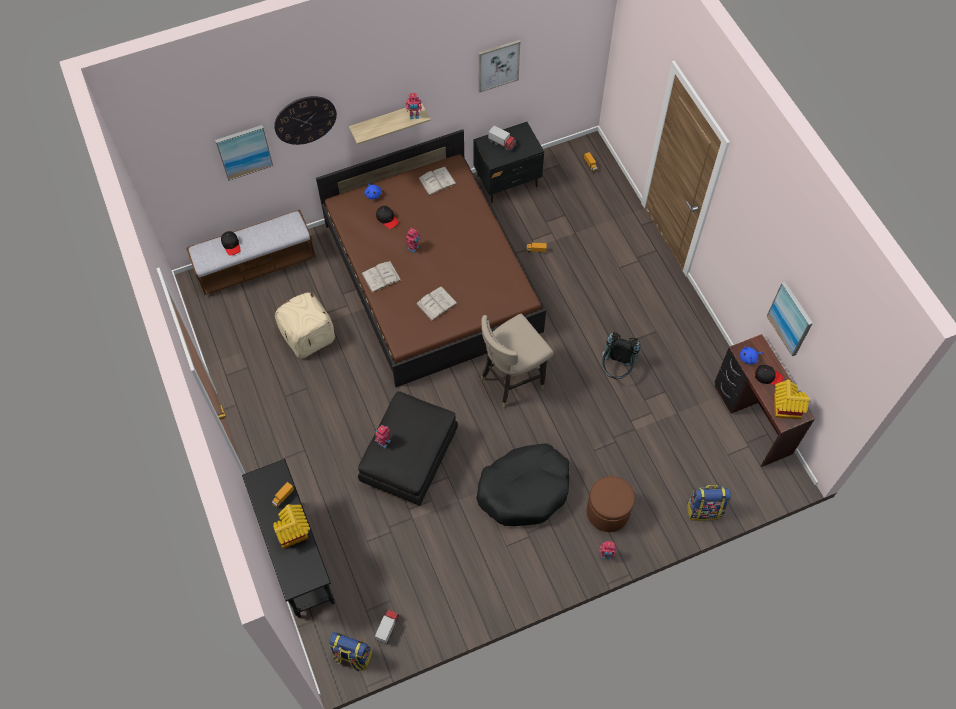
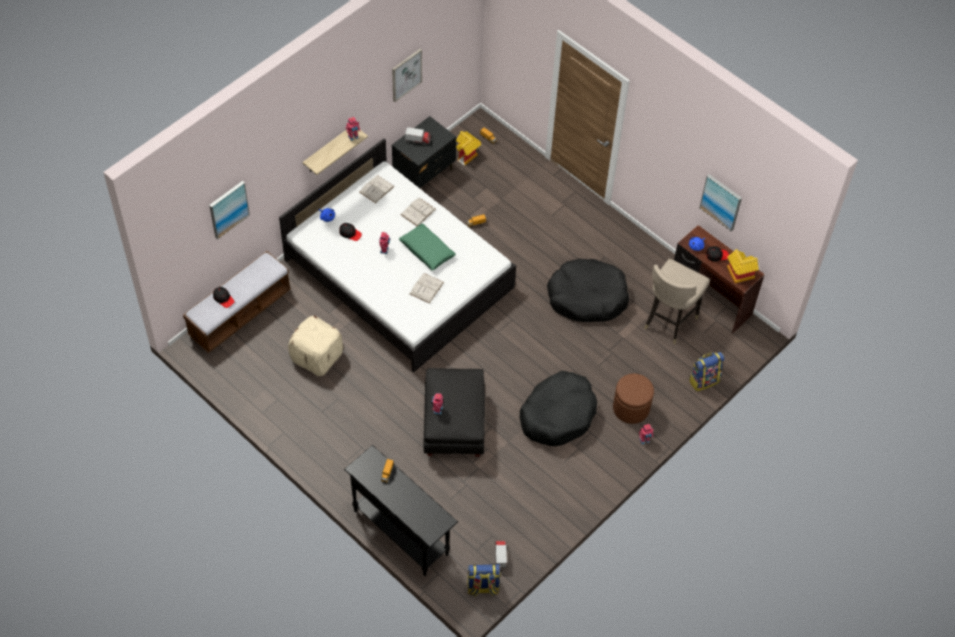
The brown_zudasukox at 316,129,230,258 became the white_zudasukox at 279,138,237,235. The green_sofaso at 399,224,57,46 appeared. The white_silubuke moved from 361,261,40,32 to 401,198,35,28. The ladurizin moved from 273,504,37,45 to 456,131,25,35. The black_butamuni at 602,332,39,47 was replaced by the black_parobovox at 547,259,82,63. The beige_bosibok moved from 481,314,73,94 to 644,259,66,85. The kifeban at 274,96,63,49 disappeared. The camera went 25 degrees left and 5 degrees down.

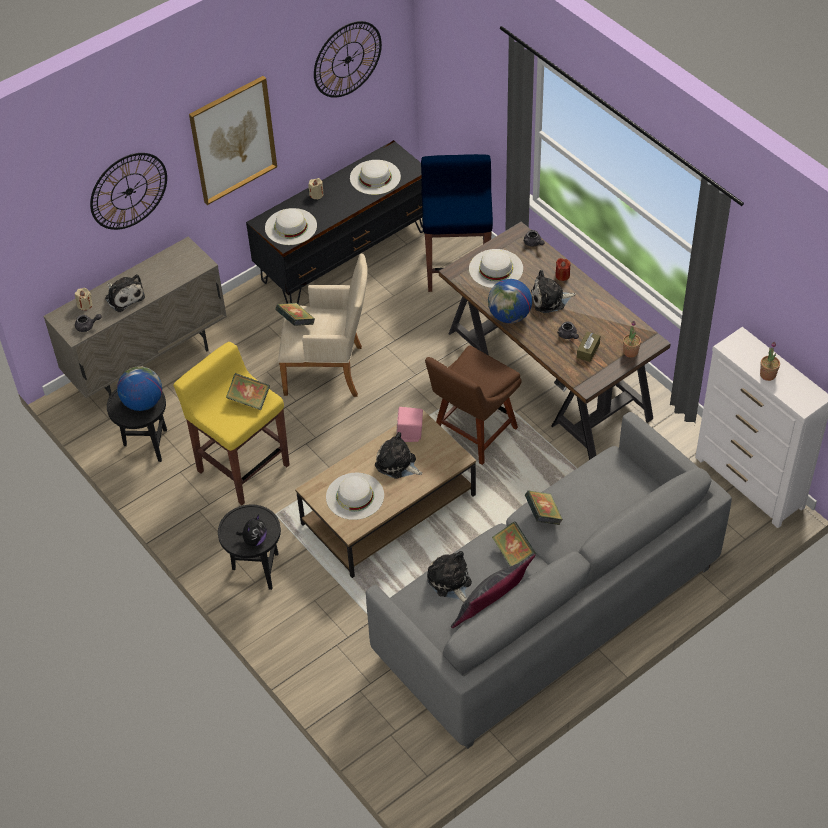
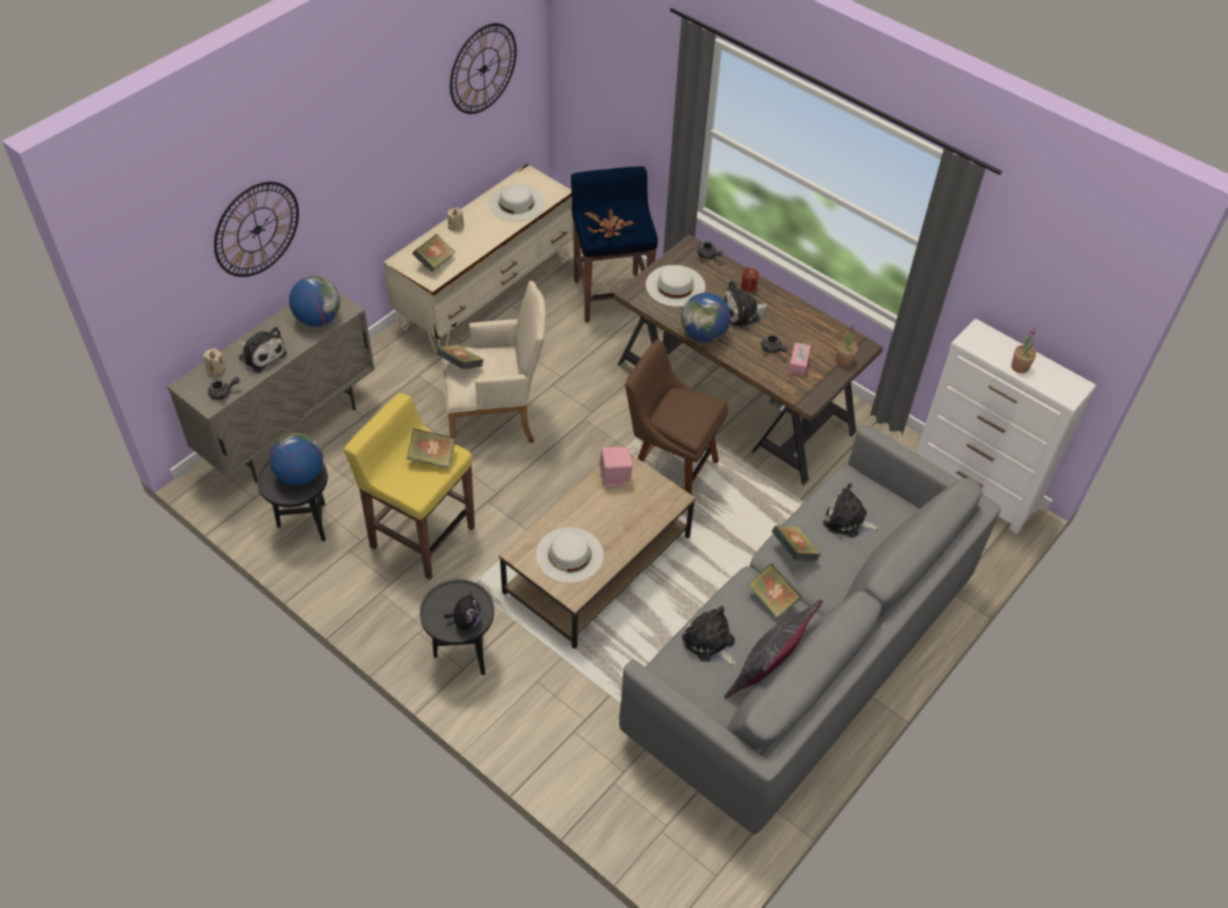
The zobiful at 289,276,51,51 appeared. The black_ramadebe at 246,140,178,164 became the beige_ramadebe at 383,164,191,188. The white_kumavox at 265,208,52,37 was replaced by the silubuke at 412,234,43,39. The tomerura at 585,209,49,29 appeared. The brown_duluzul at 425,345,97,120 turned 90 degrees clockwise. The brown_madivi at 577,332,23,30 became the pink_madivi at 789,343,22,32. The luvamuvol moved from 375,432,48,47 to 823,483,57,55. The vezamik at 189,76,88,129 disappeared. The camera went 15 degrees left and 0 degrees up.

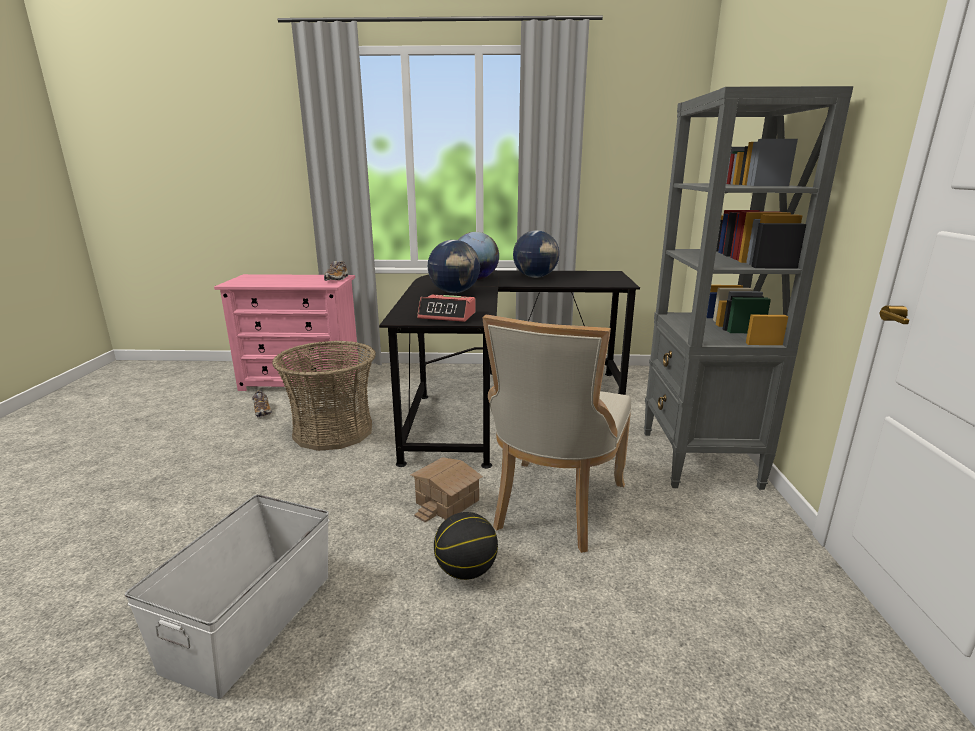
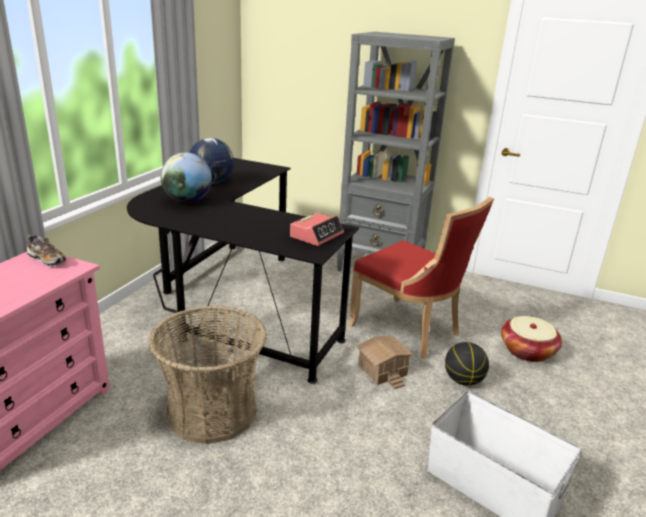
The beige_duluzul at 483,315,148,238 became the red_duluzul at 348,197,146,162. The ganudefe at 501,316,61,46 appeared. The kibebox at 252,390,20,28 disappeared. The zobiful at 428,240,52,53 disappeared. The camera went 70 degrees left and 5 degrees up.

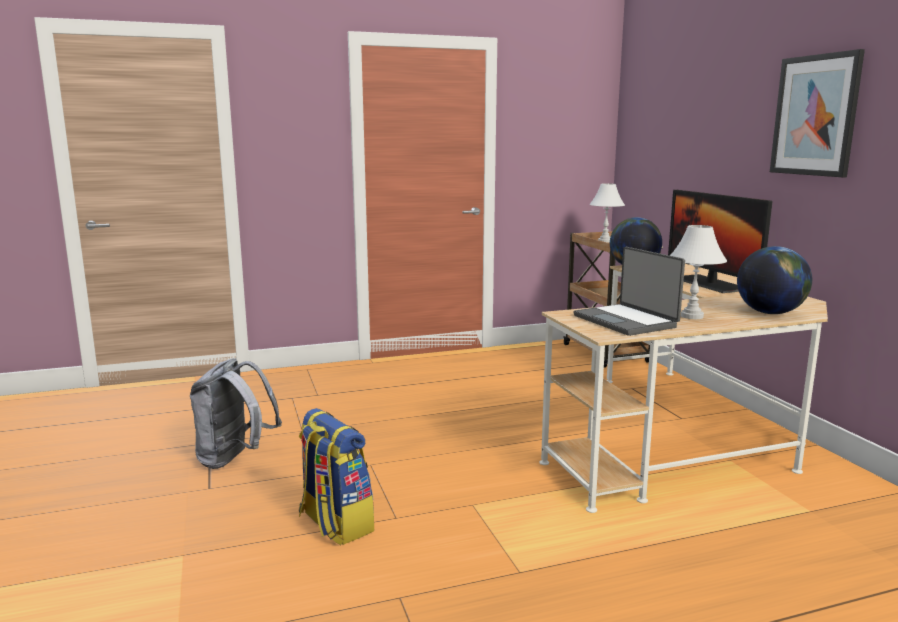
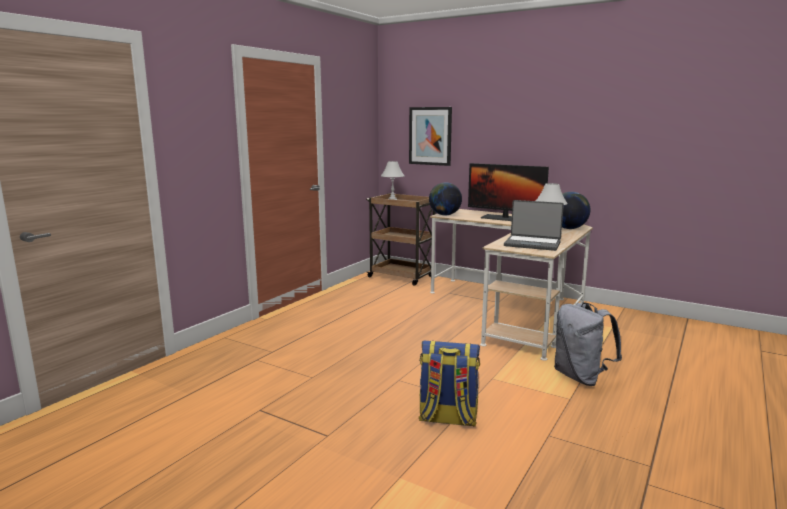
The vezamik moved from 770,49,95,128 to 409,107,43,59. The grey_butamuni moved from 190,358,92,111 to 554,303,68,83. The camera went 40 degrees left and 0 degrees up.

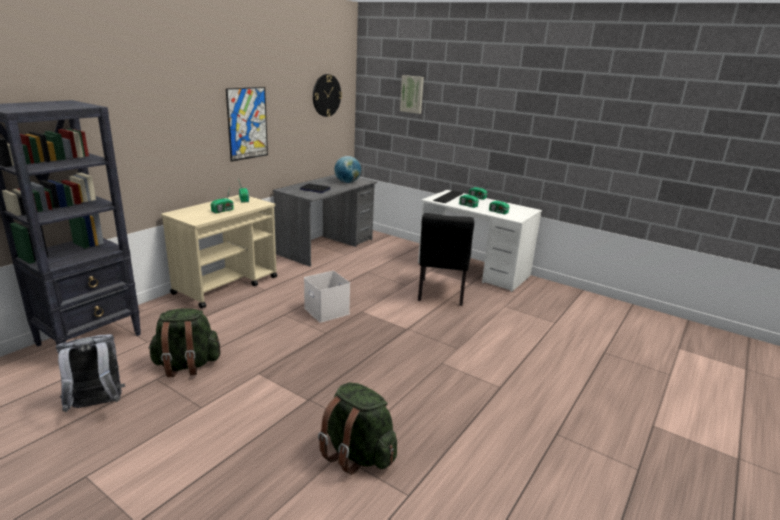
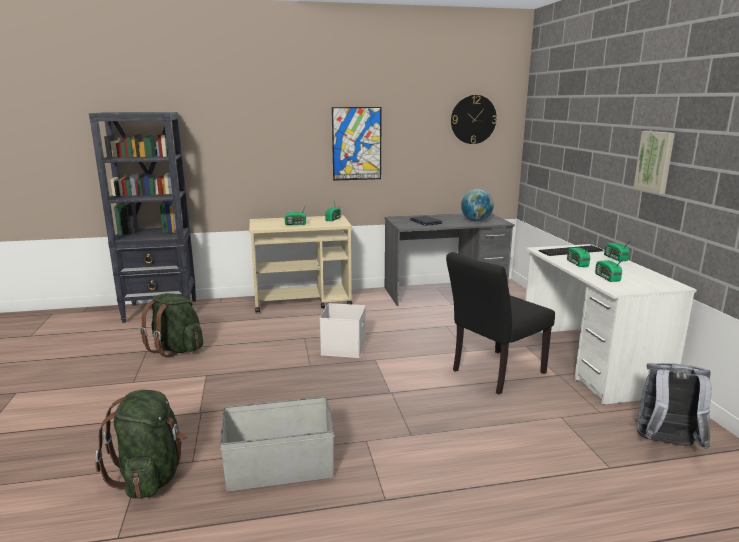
The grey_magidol at 220,396,115,96 appeared. The vezamik moved from 400,75,24,39 to 633,131,42,63. The grey_butamuni moved from 56,334,69,78 to 635,363,76,86. The camera went 45 degrees right and 5 degrees down.

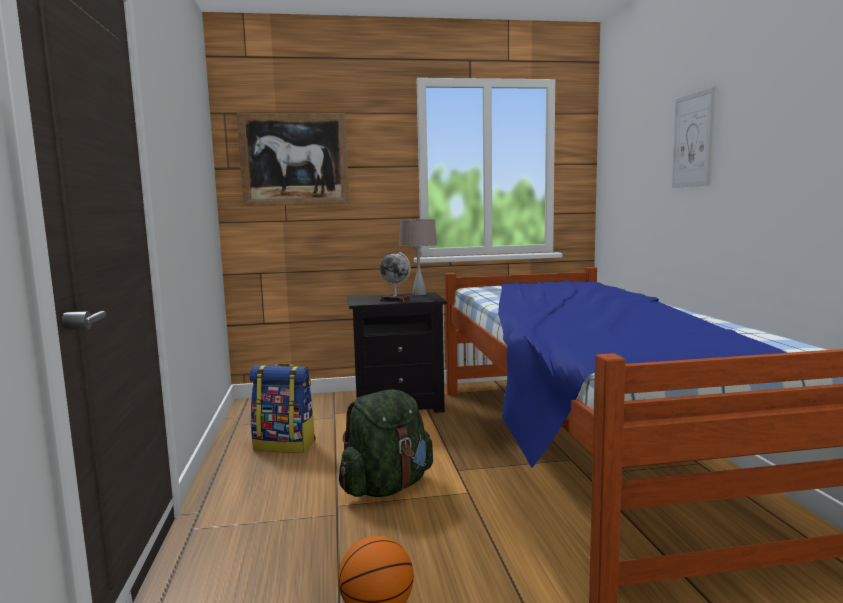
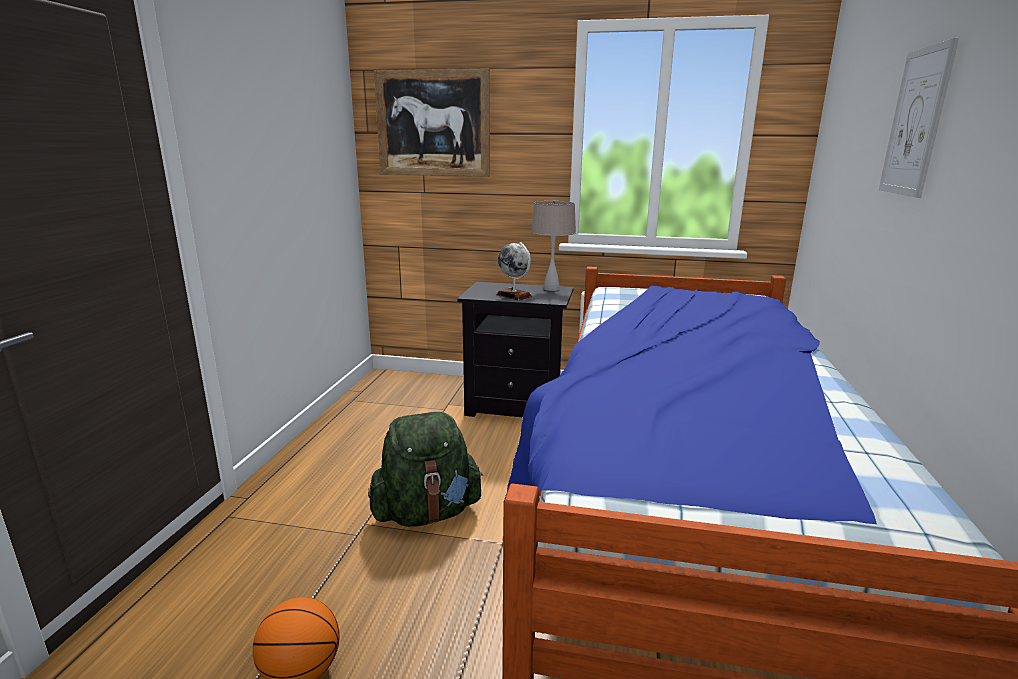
The butamuni at 249,363,67,90 disappeared. The camera went 20 degrees right and 10 degrees up.

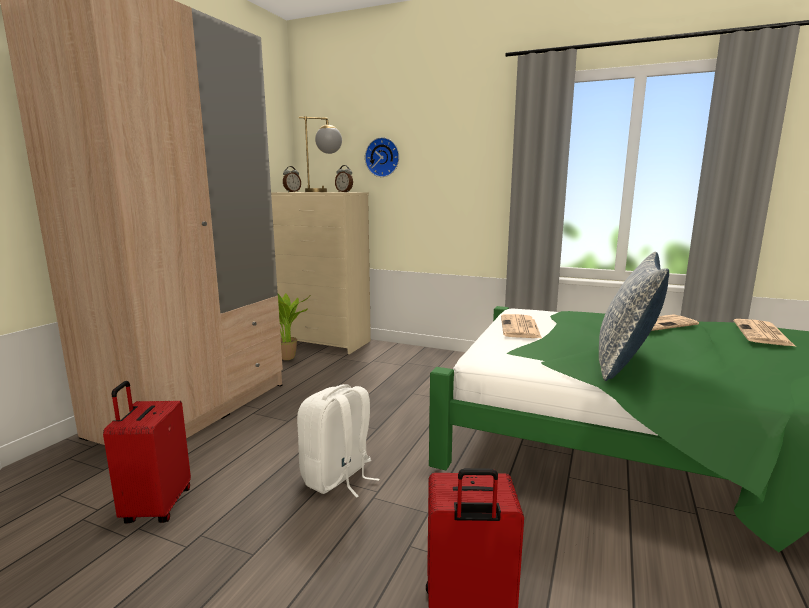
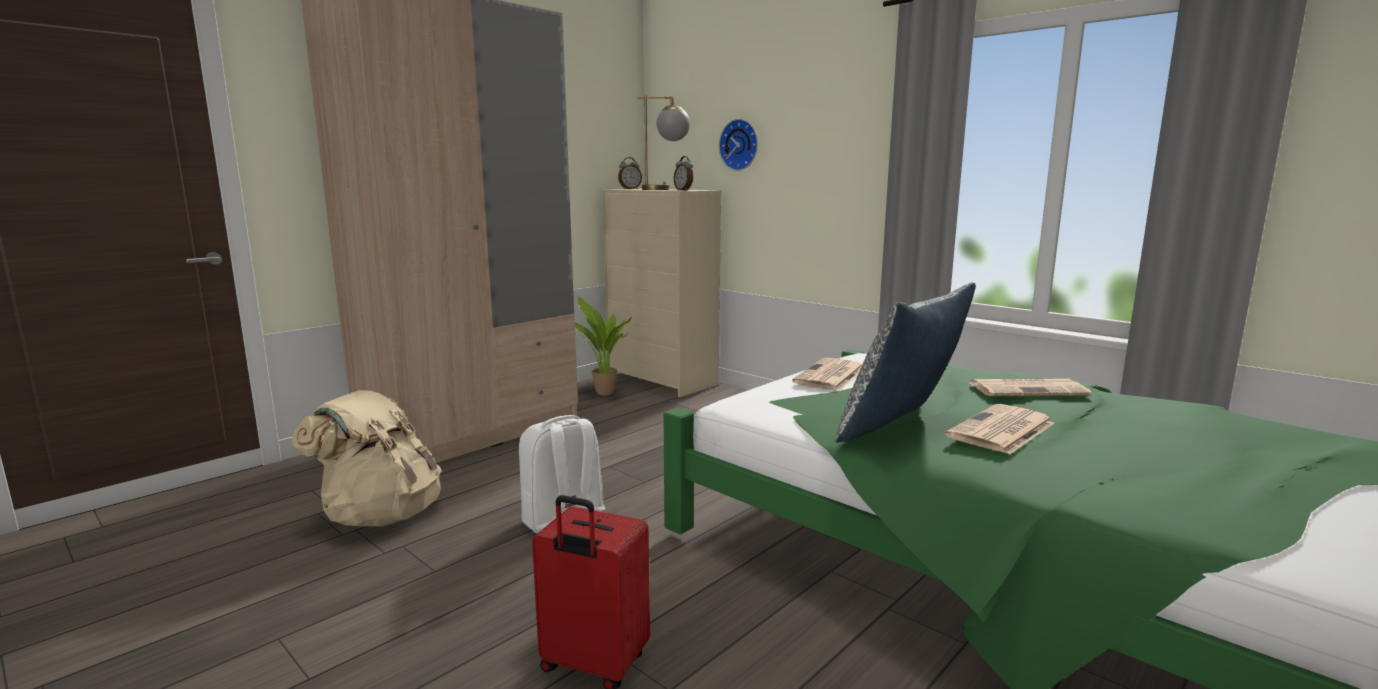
The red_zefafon at 103,381,88,142 was replaced by the beige_butamuni at 292,390,149,136. The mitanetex moved from 734,319,62,28 to 945,404,109,51. The camera went 20 degrees right and 0 degrees up.

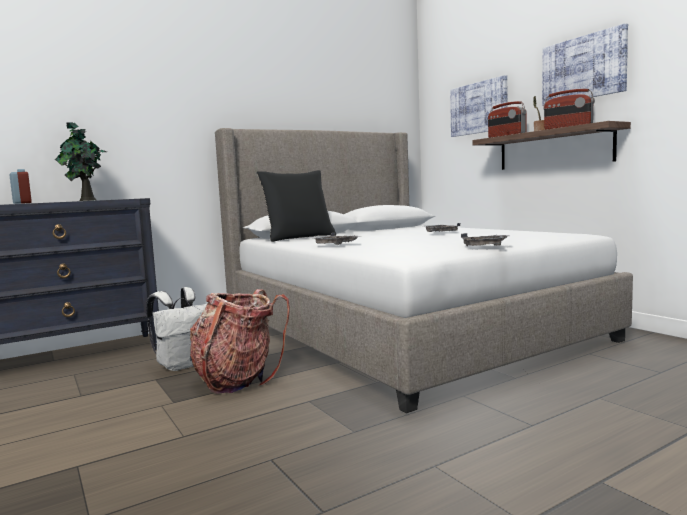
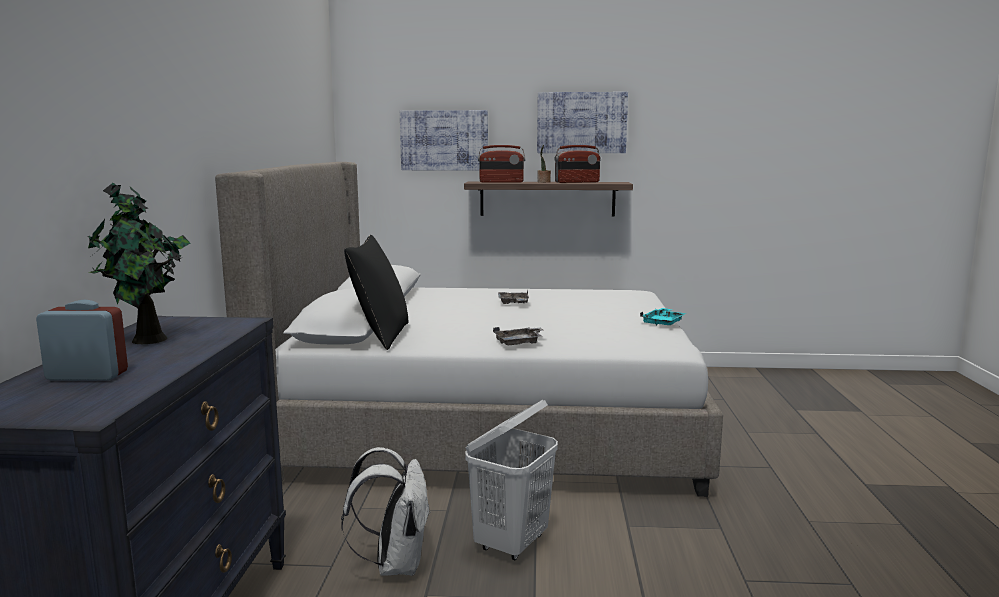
The butamuni at 190,289,100,105 was replaced by the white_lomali at 465,400,93,160. The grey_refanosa at 461,233,49,13 became the turquoise_refanosa at 640,308,47,18. The camera went 55 degrees left and 5 degrees up.

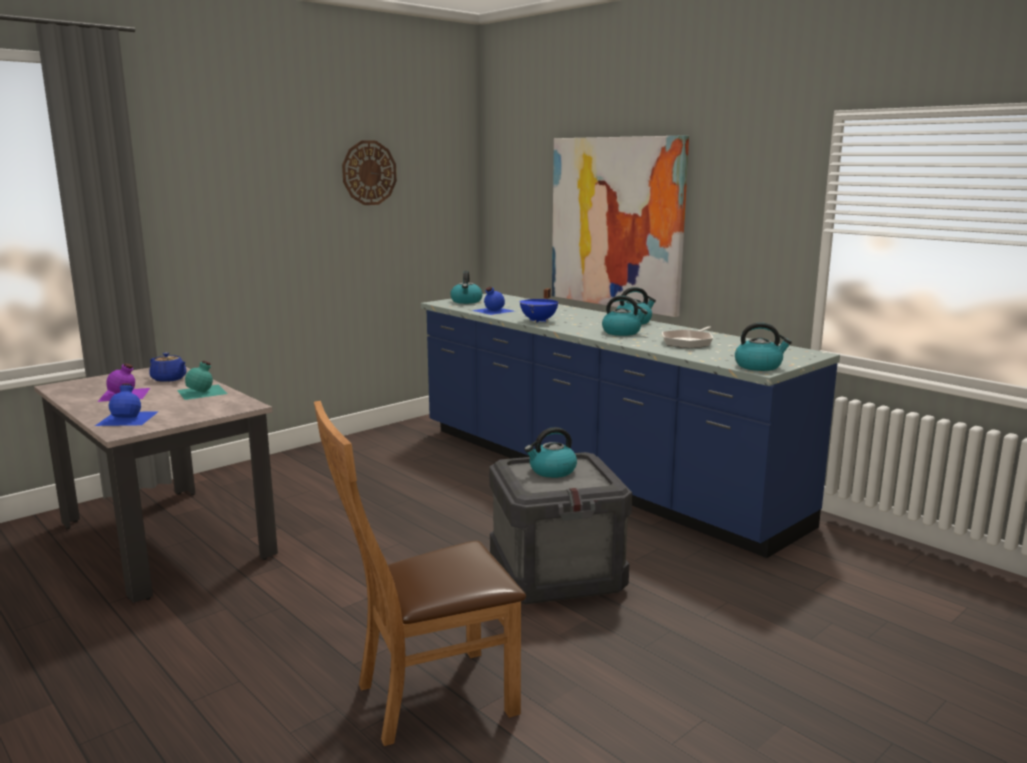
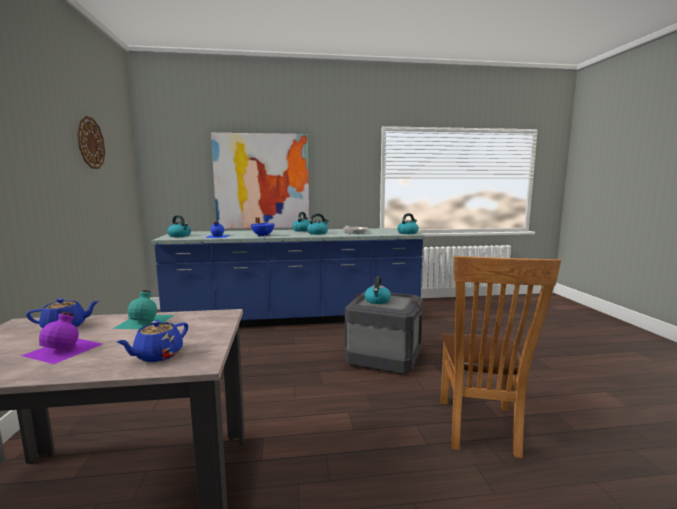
The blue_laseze at 95,383,64,43 was replaced by the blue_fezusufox at 116,320,72,42. The camera went 55 degrees left and 5 degrees down.

